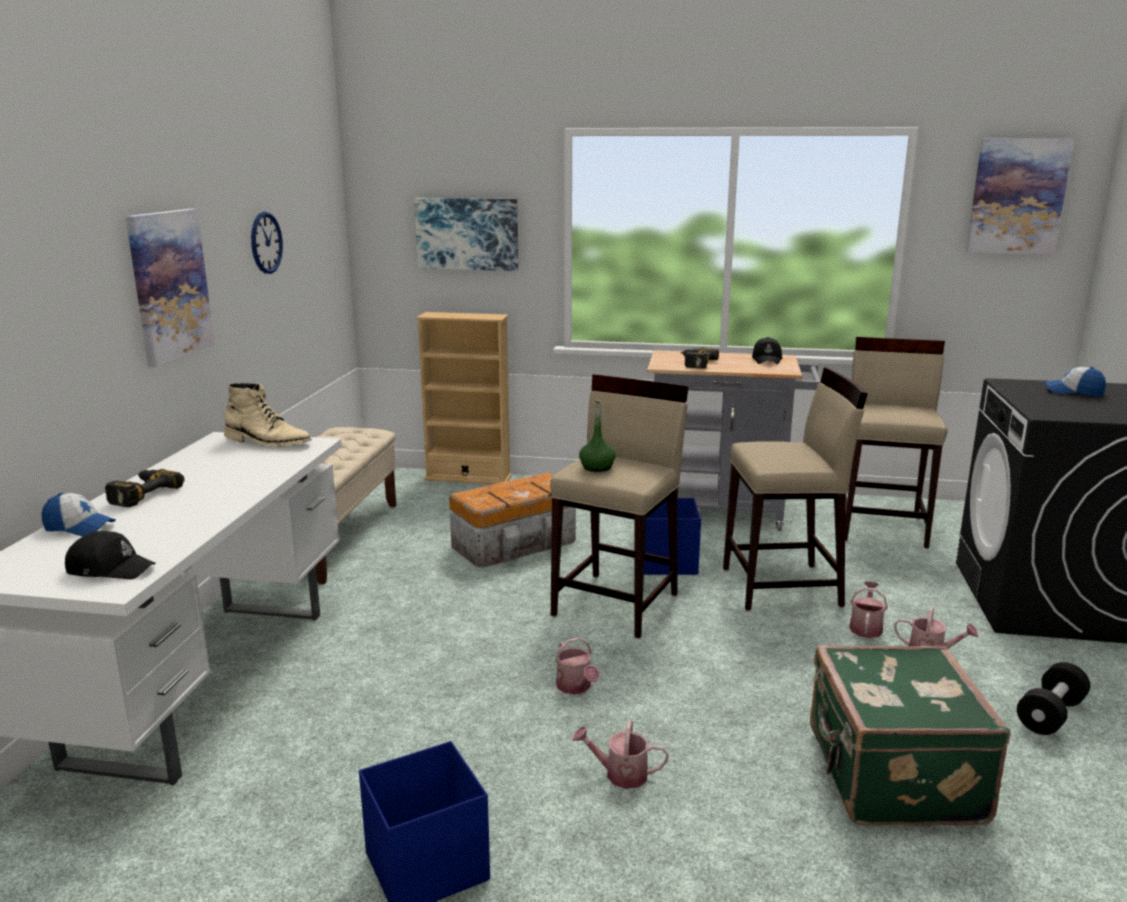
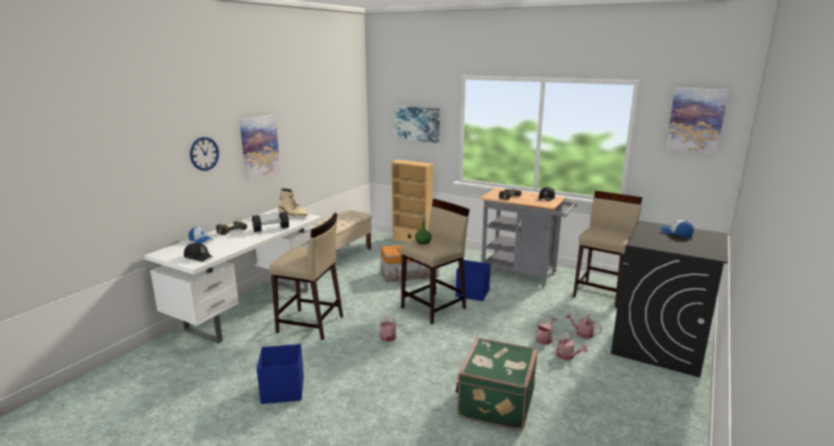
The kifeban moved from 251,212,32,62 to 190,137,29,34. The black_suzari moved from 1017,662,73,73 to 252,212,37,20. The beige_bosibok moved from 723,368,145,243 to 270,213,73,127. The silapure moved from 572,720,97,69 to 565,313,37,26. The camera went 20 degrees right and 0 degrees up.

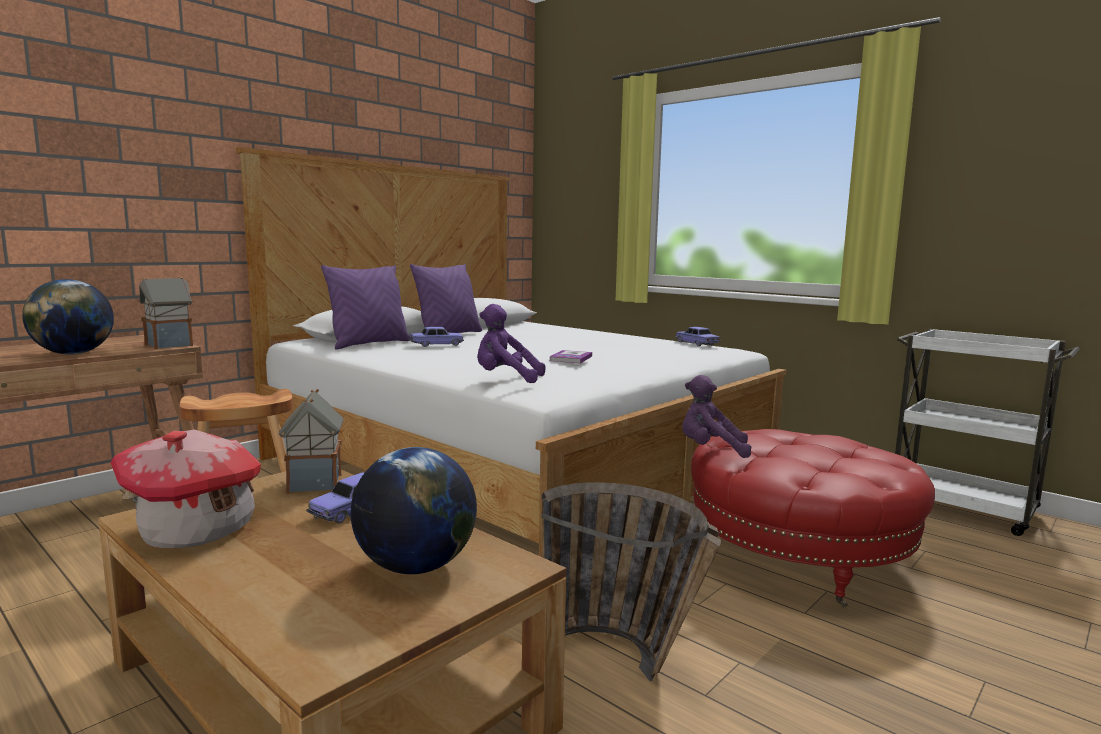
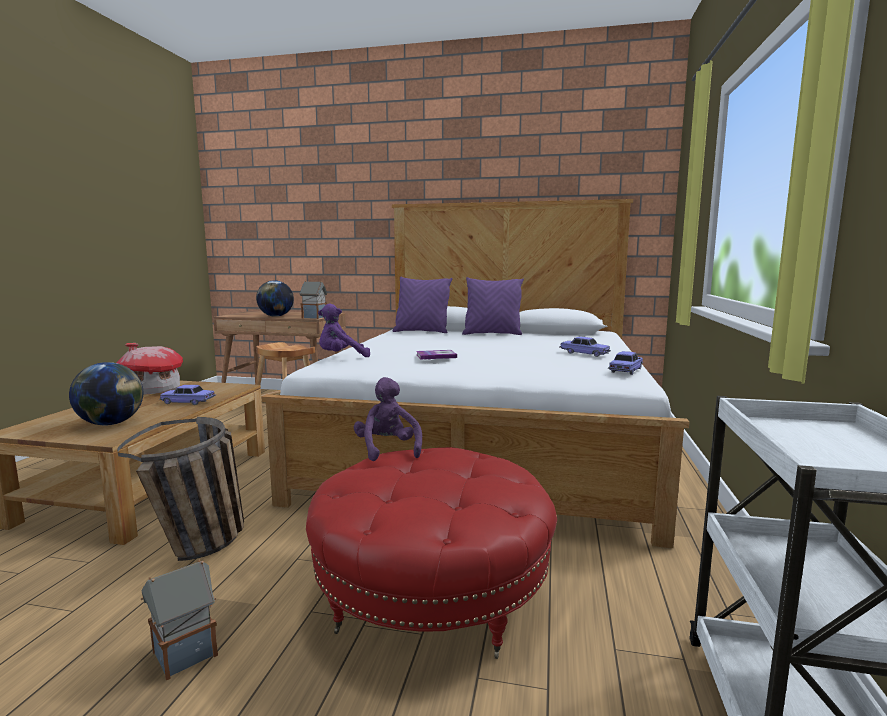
The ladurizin moved from 279,389,65,104 to 141,560,77,121. The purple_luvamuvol at 477,304,68,79 turned 90 degrees counterclockwise. The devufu moved from 409,327,55,20 to 559,337,52,20. The camera went 60 degrees right and 0 degrees up.

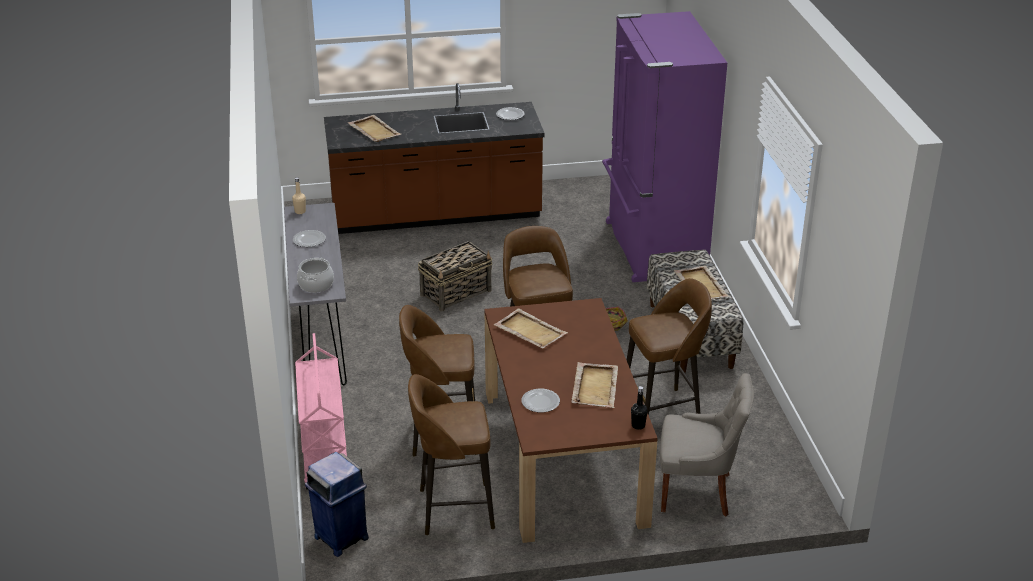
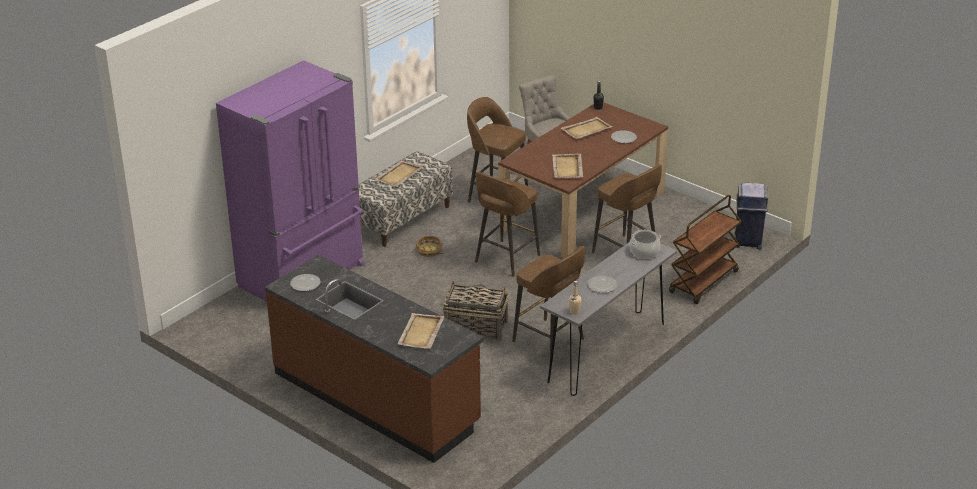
The brown_bosibok moved from 408,374,87,161 to 512,246,73,115. The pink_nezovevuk at 295,333,52,157 became the brown_nezovevuk at 669,195,73,109. The camera went 130 degrees left and 0 degrees up.

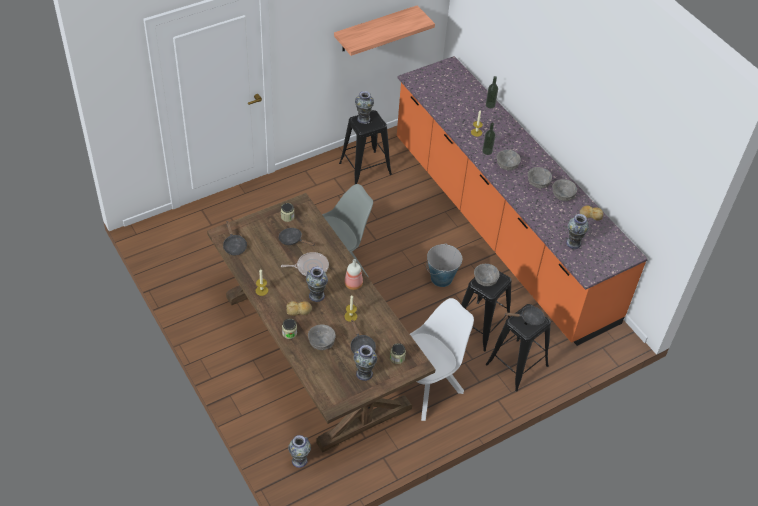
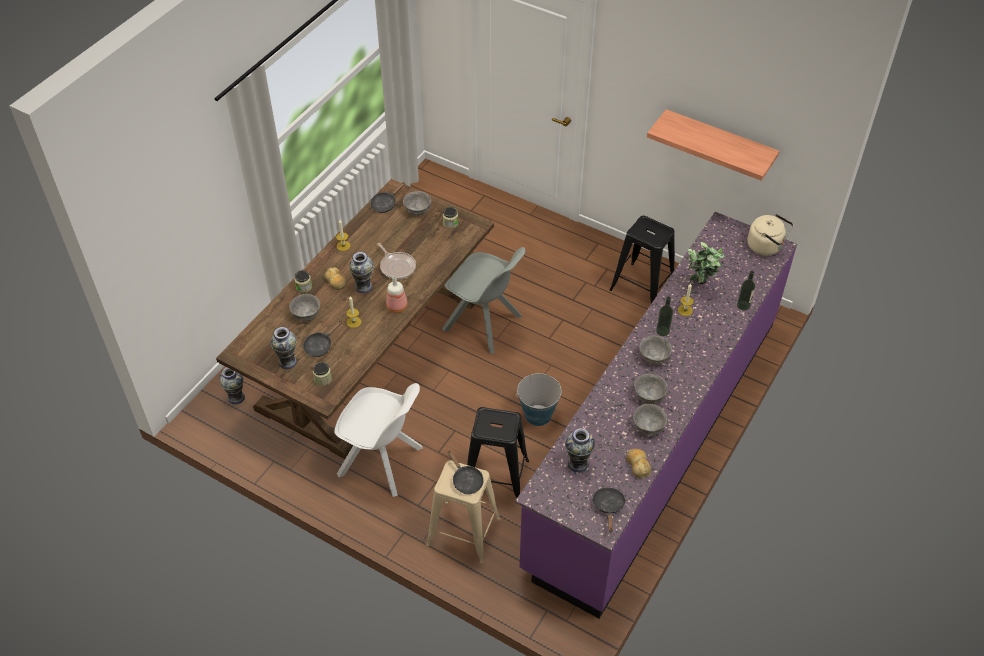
The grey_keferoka moved from 474,264,26,22 to 403,191,28,25. The black_bosibok at 486,304,65,88 became the beige_bosibok at 426,460,75,103. The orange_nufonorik at 397,56,251,290 became the purple_nufonorik at 515,212,282,407. The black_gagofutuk moved from 279,228,36,18 to 592,487,34,45. The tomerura at 686,242,39,42 appeared. The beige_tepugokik at 748,214,46,42 appeared. The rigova at 355,91,19,33 disappeared. The camera went 65 degrees right and 0 degrees up.

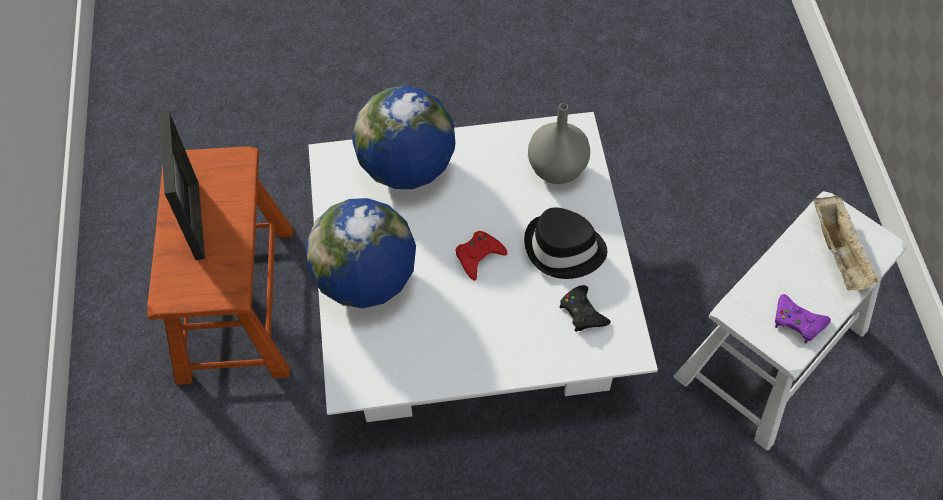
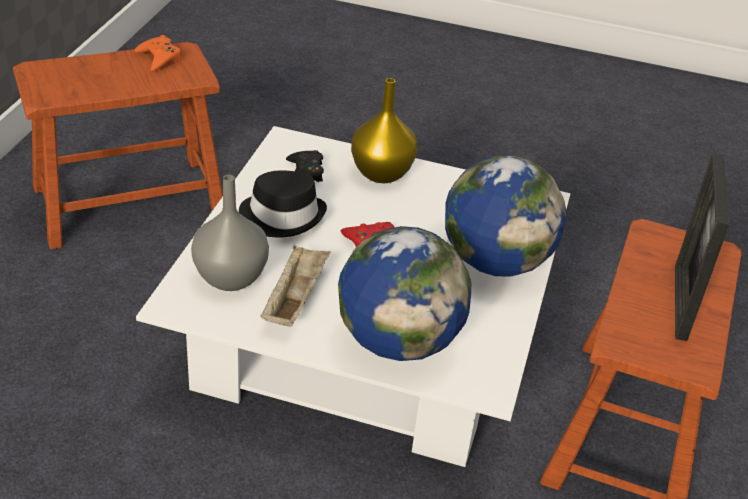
The white_bosibok at 674,191,233,259 became the brown_bosibok at 13,42,210,207. The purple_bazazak at 775,294,56,49 became the orange_bazazak at 134,35,47,36. The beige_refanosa moved from 813,195,66,96 to 260,245,71,82. The yellow_rigova at 351,78,66,105 appeared. The camera went 160 degrees left and 20 degrees down.

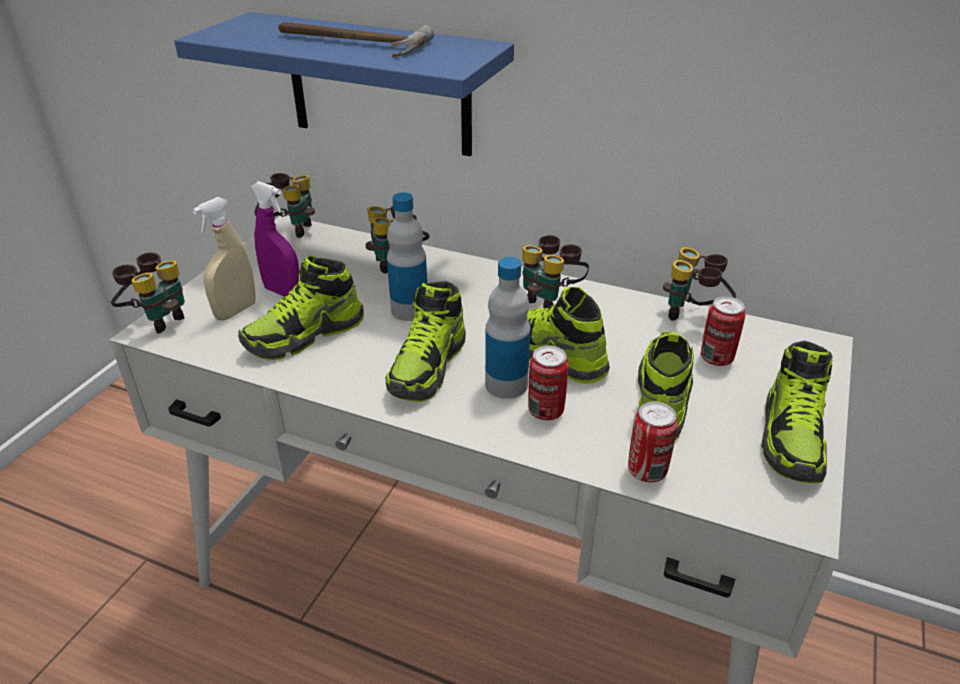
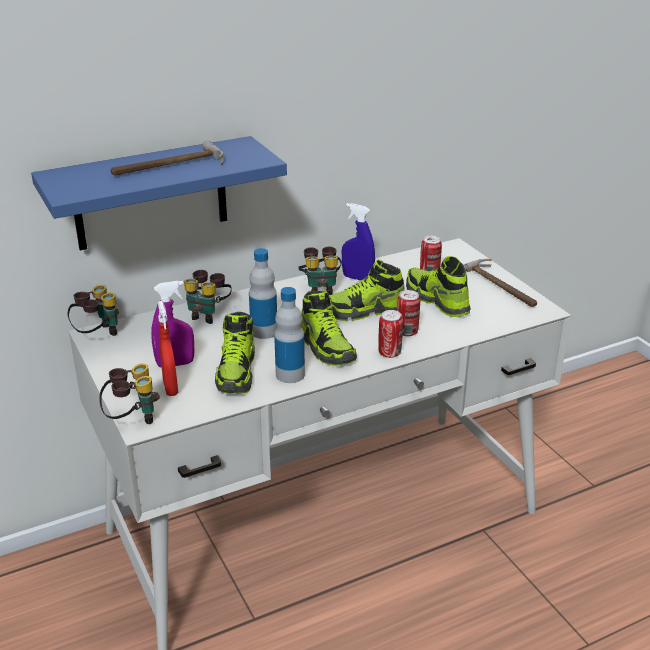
The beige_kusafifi at 192,197,64,124 became the red_kusafifi at 158,301,20,95. The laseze moved from 485,257,45,142 to 274,287,31,96. The blue_kusafifi at 342,203,33,77 appeared. The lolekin moved from 628,401,50,82 to 378,310,25,48. The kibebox at 761,341,72,143 was replaced by the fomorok at 464,259,73,48. The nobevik at 663,247,73,74 disappeared. The camera went 50 degrees left and 5 degrees down.

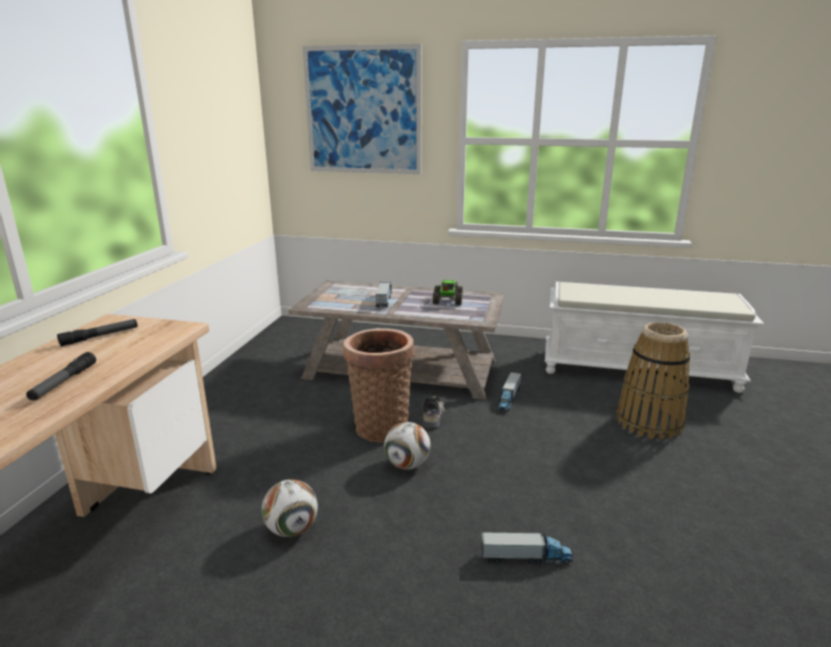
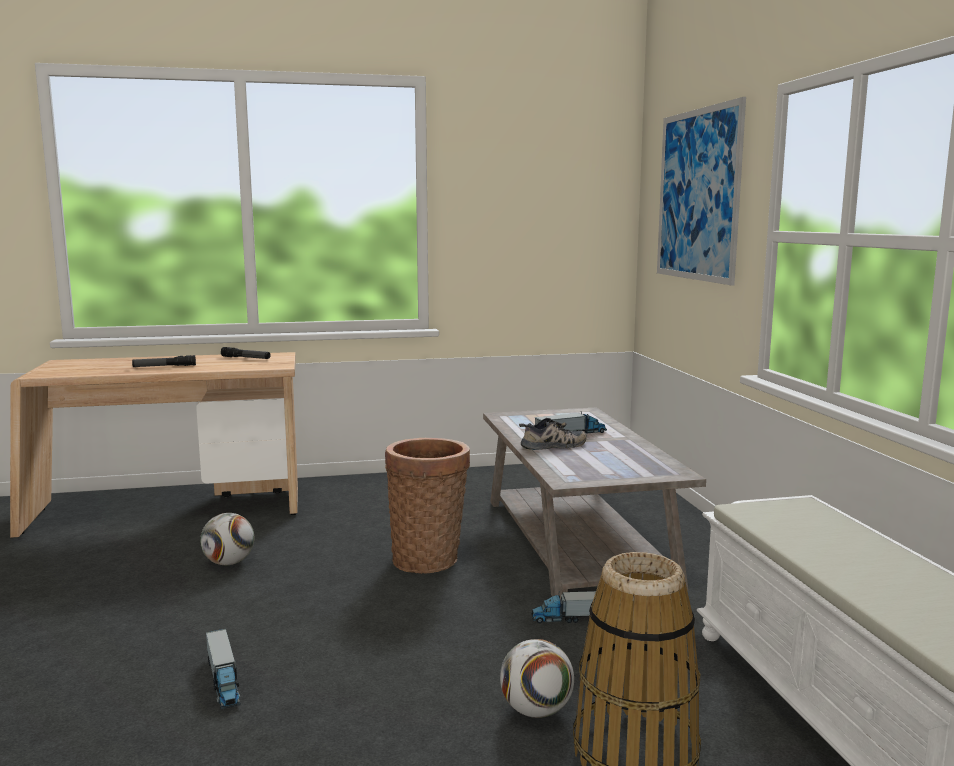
The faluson moved from 384,422,47,48 to 500,639,74,79. The kibebox moved from 422,396,23,33 to 519,418,68,32. The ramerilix at 433,280,30,25 disappeared. The camera went 65 degrees right and 10 degrees down.

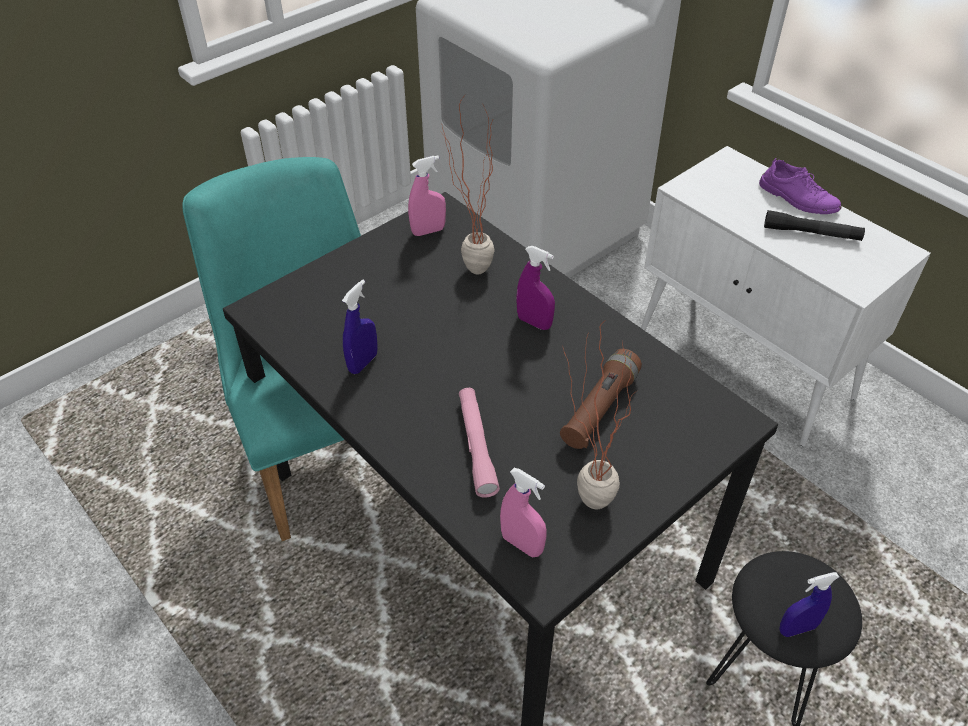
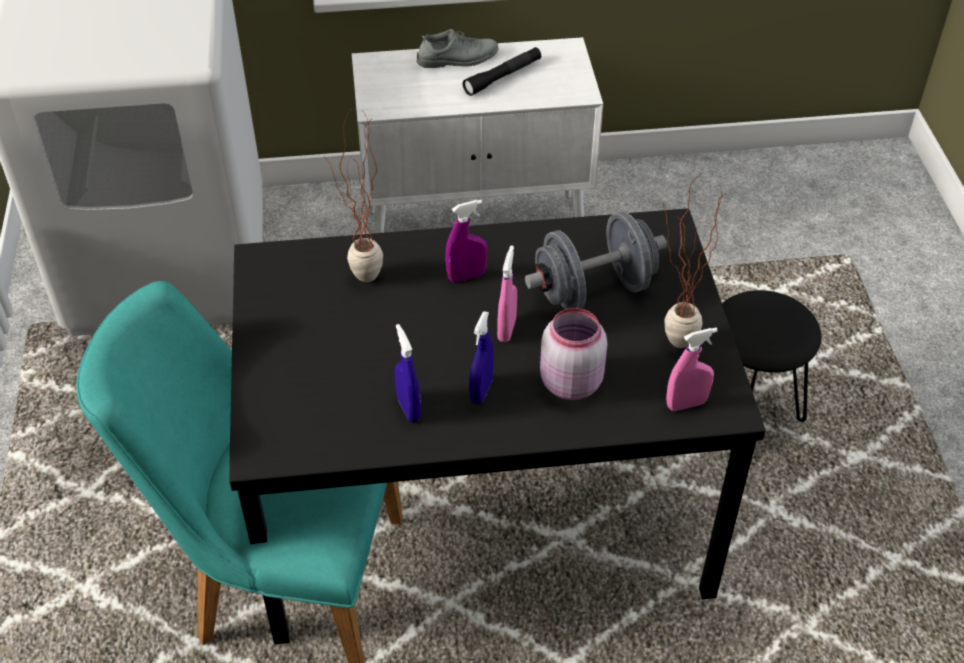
The purple_kibebox at 759,158,83,56 became the grey_kibebox at 416,29,82,39. The blue_kusafifi moved from 779,572,60,65 to 469,311,25,93. The pink_kusafifi moved from 408,155,38,81 to 497,245,20,97. The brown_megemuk at 560,349,82,100 was replaced by the grey_suzari at 525,212,142,97. The pink_megemuk at 459,388,41,110 was replaced by the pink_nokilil at 540,308,67,92. The camera went 55 degrees left and 0 degrees up.

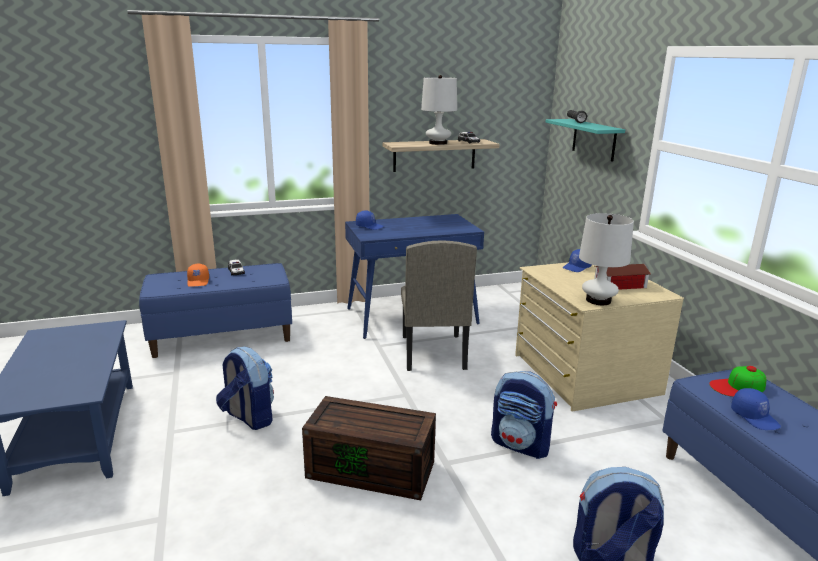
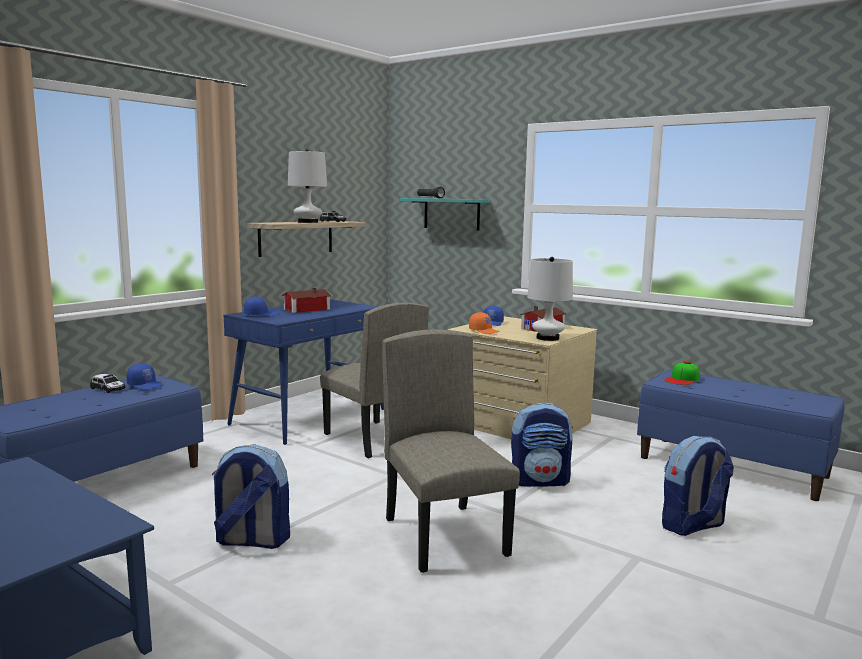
The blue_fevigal moved from 731,388,50,42 to 127,363,36,27. The ladurizin at 282,288,49,25 appeared. The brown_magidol at 302,396,134,104 was replaced by the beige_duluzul at 382,330,138,243. The orange_fevigal moved from 187,264,22,23 to 469,312,30,22. The camera went 35 degrees left and 10 degrees down.

